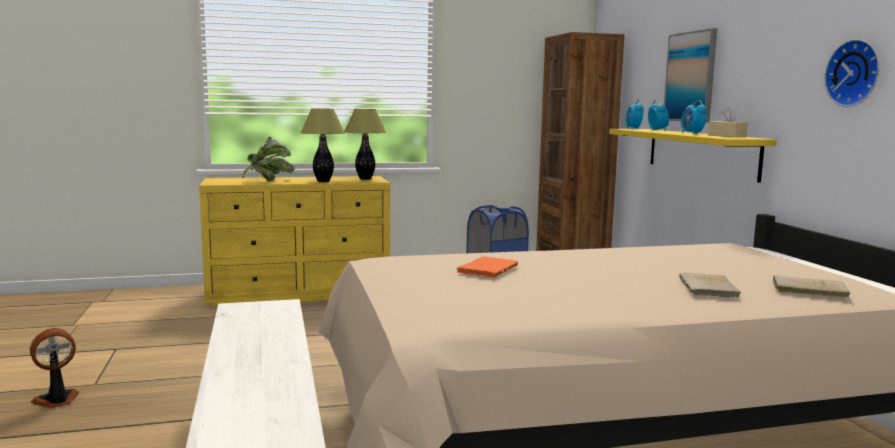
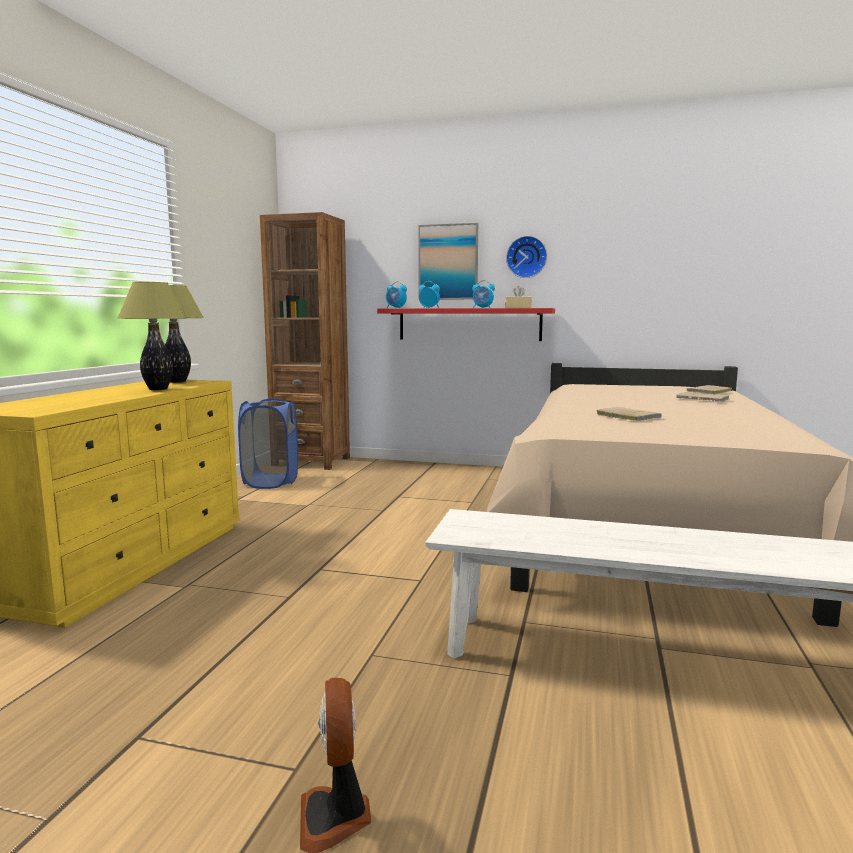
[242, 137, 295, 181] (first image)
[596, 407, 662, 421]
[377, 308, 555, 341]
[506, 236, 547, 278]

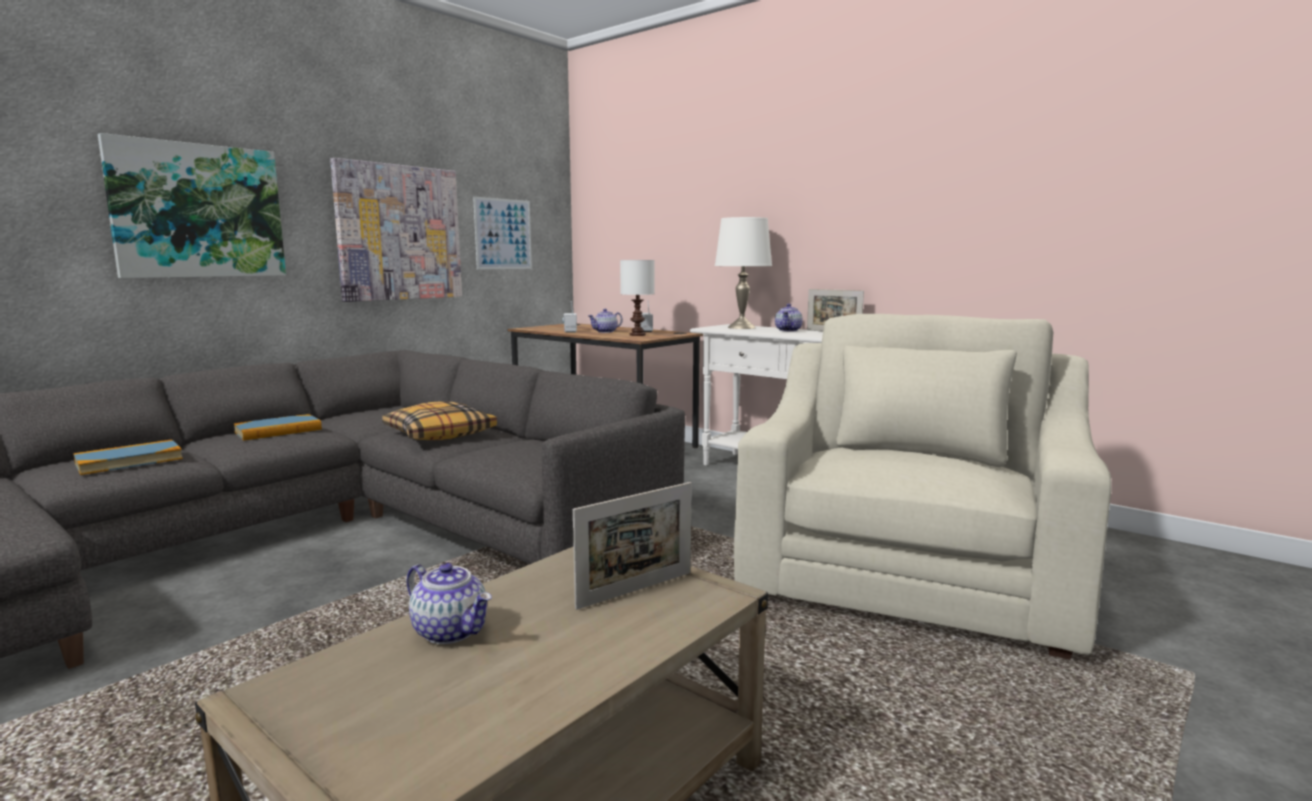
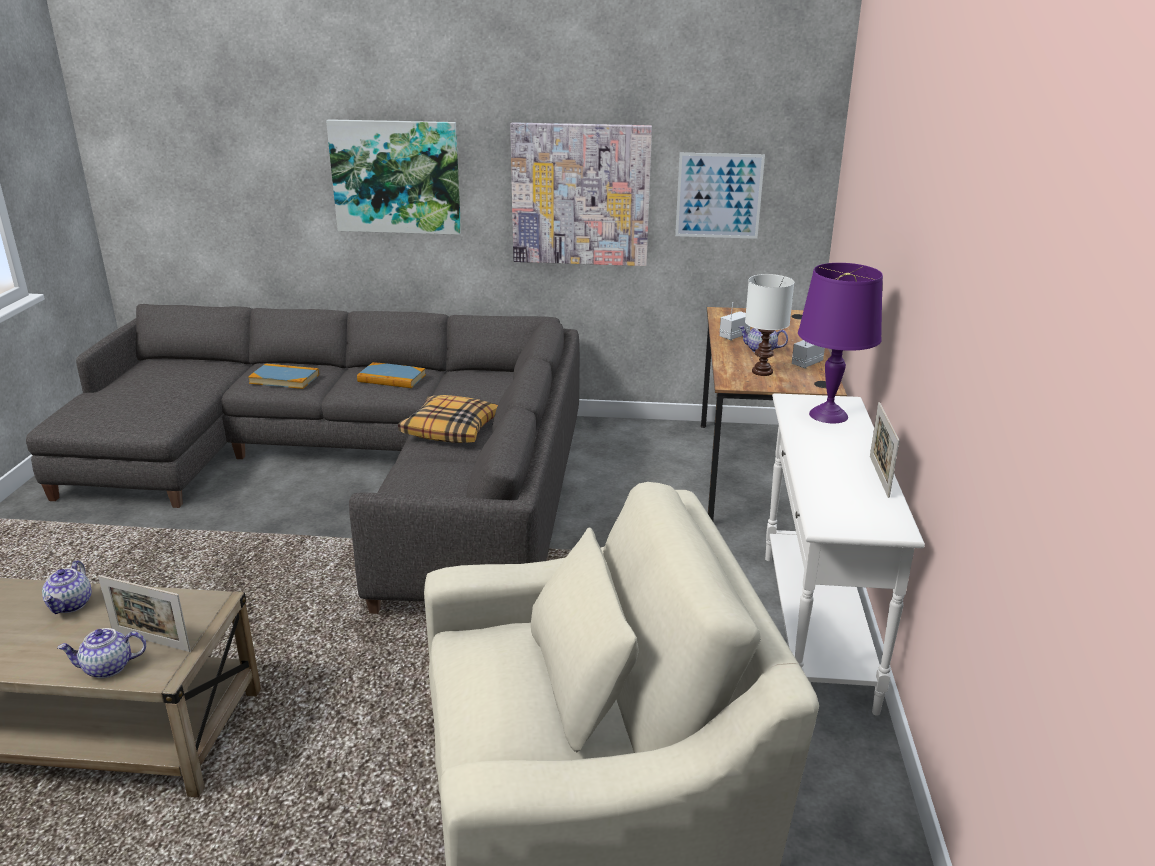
[798, 263, 883, 424]
[57, 628, 146, 678]

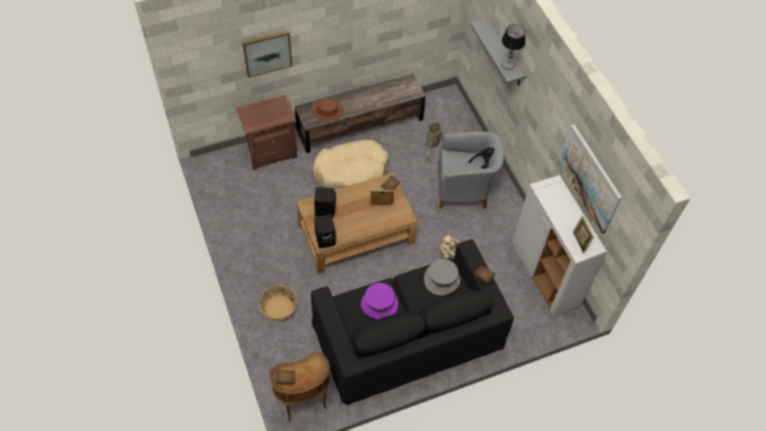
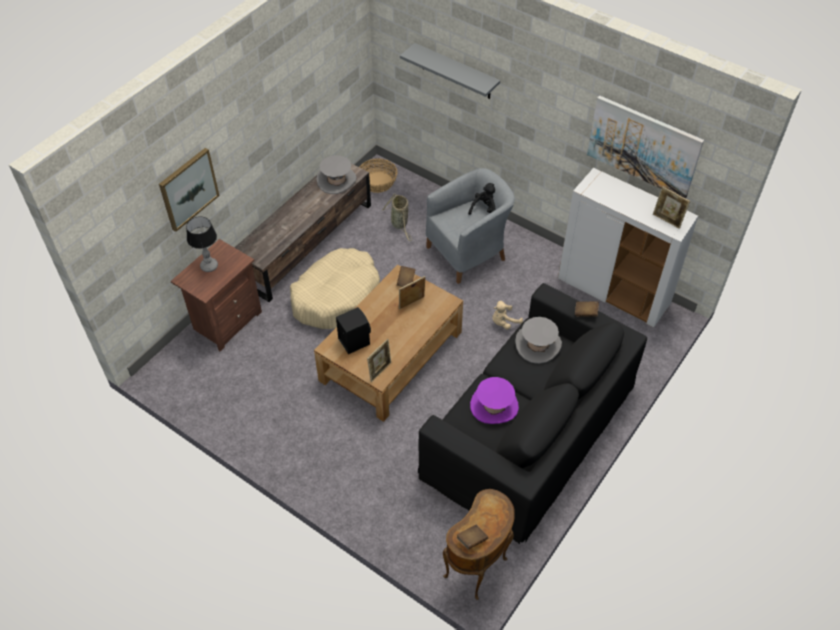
[360, 158, 398, 193]
[312, 99, 344, 120] (first image)
[367, 338, 391, 382]
[186, 216, 218, 272]
[317, 155, 357, 194]

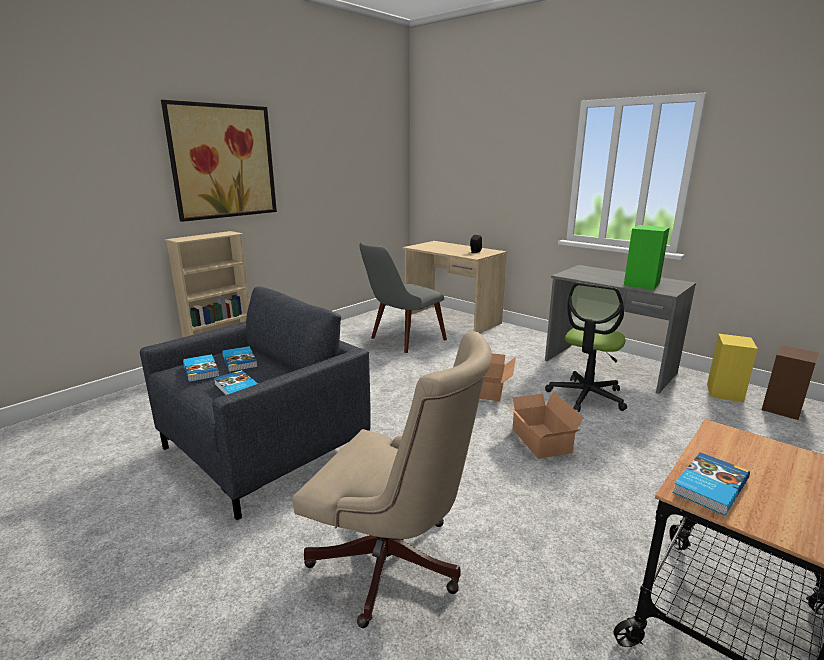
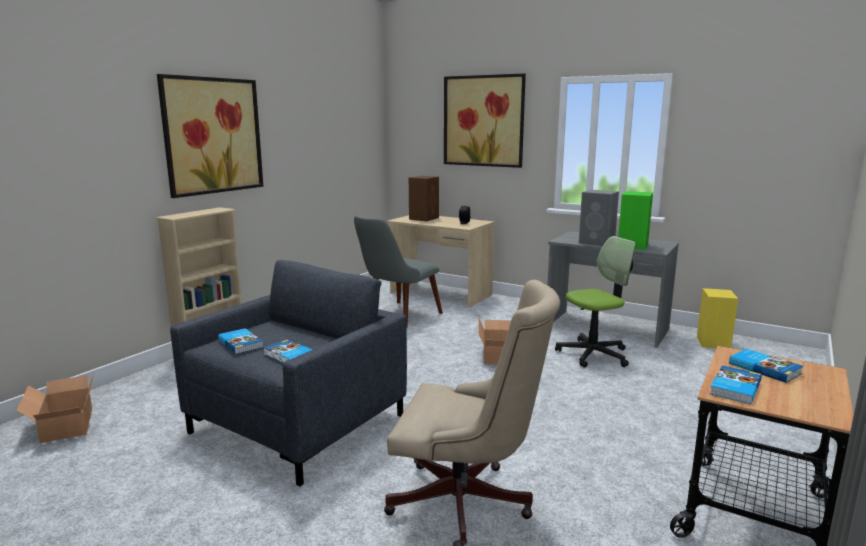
[729, 349, 803, 383]
[16, 372, 95, 443]
[555, 236, 636, 368]
[409, 176, 439, 221]
[444, 73, 526, 168]
[579, 189, 619, 246]

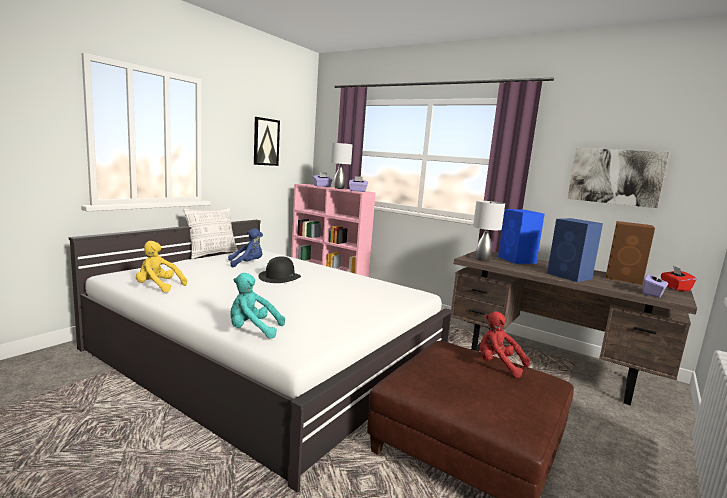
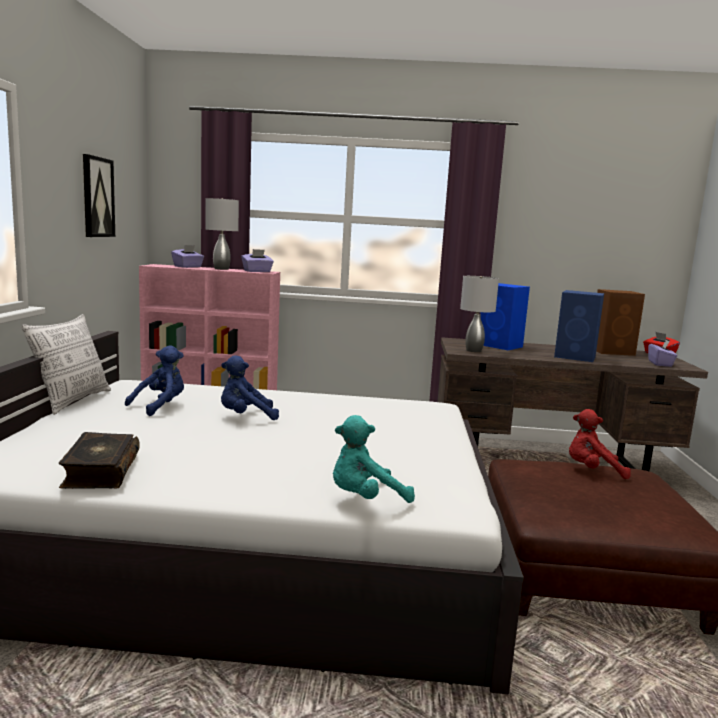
[59, 432, 139, 489]
[221, 355, 279, 420]
[568, 148, 669, 208] (first image)

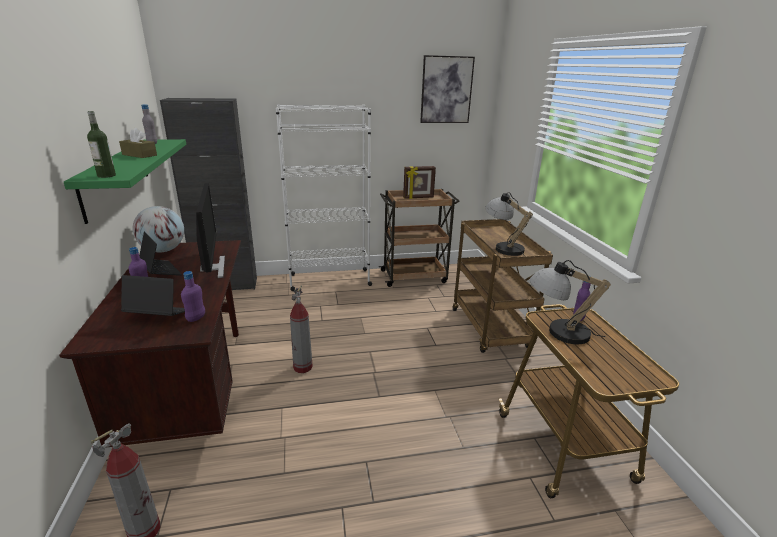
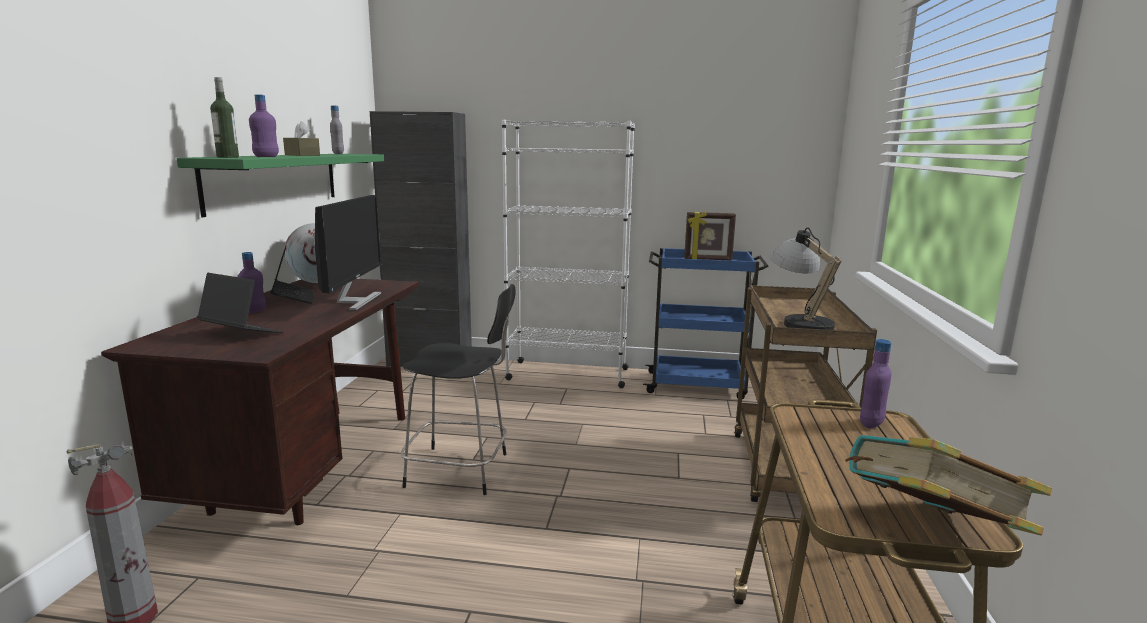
[249, 94, 279, 157]
[401, 284, 516, 495]
[643, 248, 769, 399]
[420, 55, 475, 123] (first image)
[530, 260, 611, 344] (first image)
[845, 435, 1052, 535]

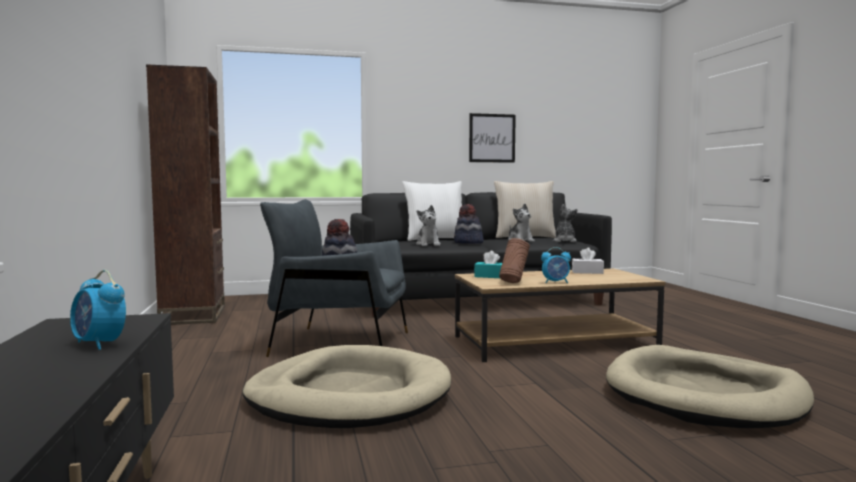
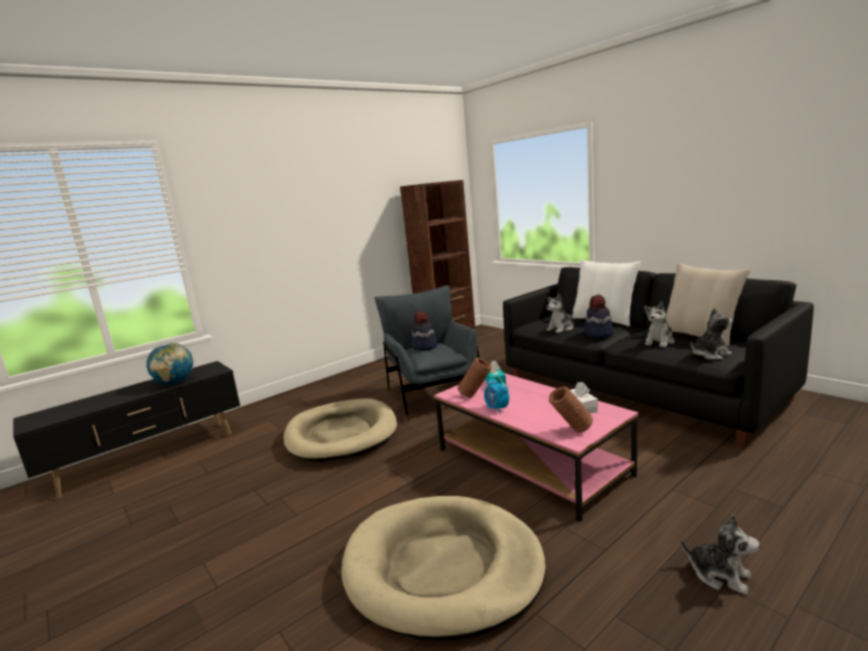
[146, 343, 193, 384]
[434, 373, 639, 522]
[469, 113, 516, 163] (first image)
[549, 386, 593, 433]
[680, 515, 760, 595]

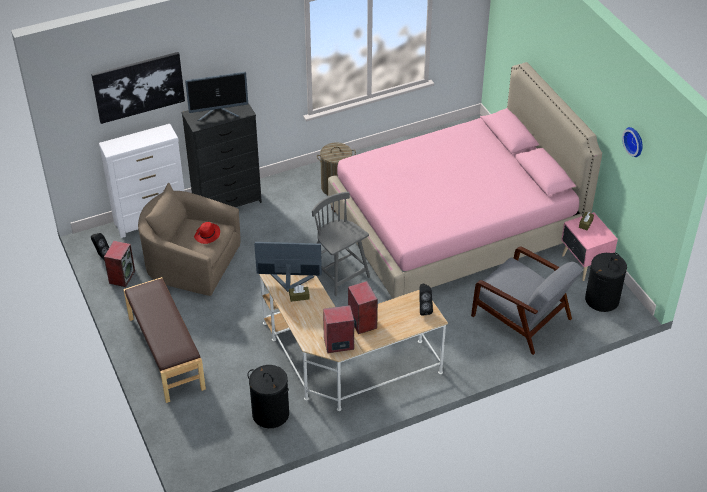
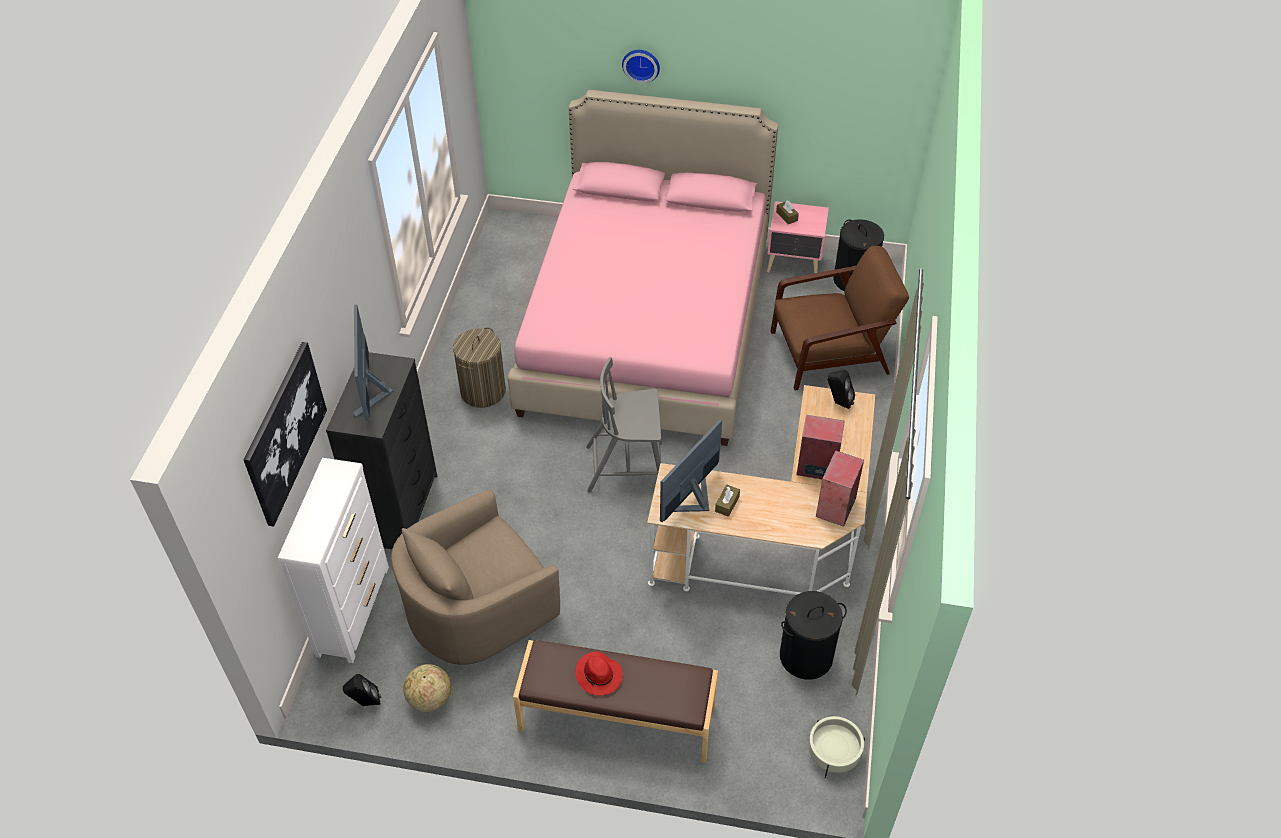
[403, 664, 451, 712]
[353, 305, 394, 421]
[575, 652, 623, 695]
[771, 246, 909, 391]
[622, 50, 660, 84]
[808, 716, 865, 778]

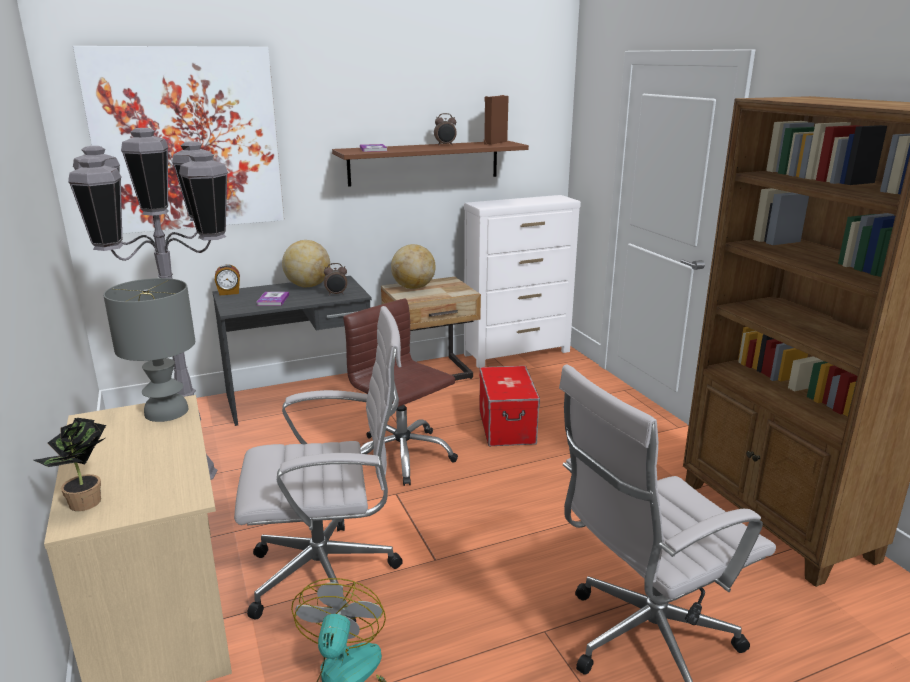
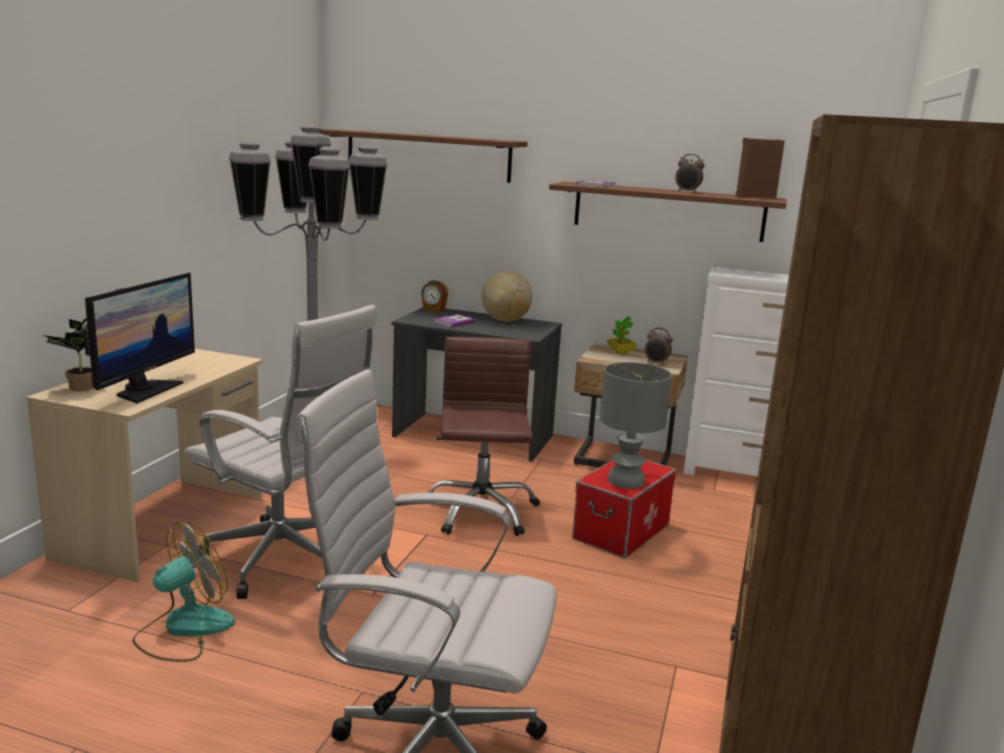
[319, 129, 528, 183]
[600, 362, 672, 489]
[645, 328, 673, 365]
[607, 316, 637, 354]
[84, 273, 195, 403]

